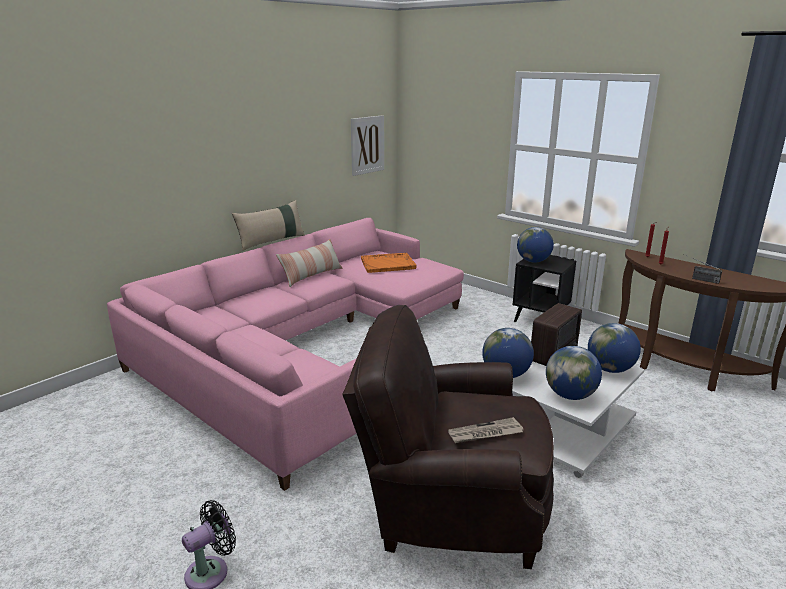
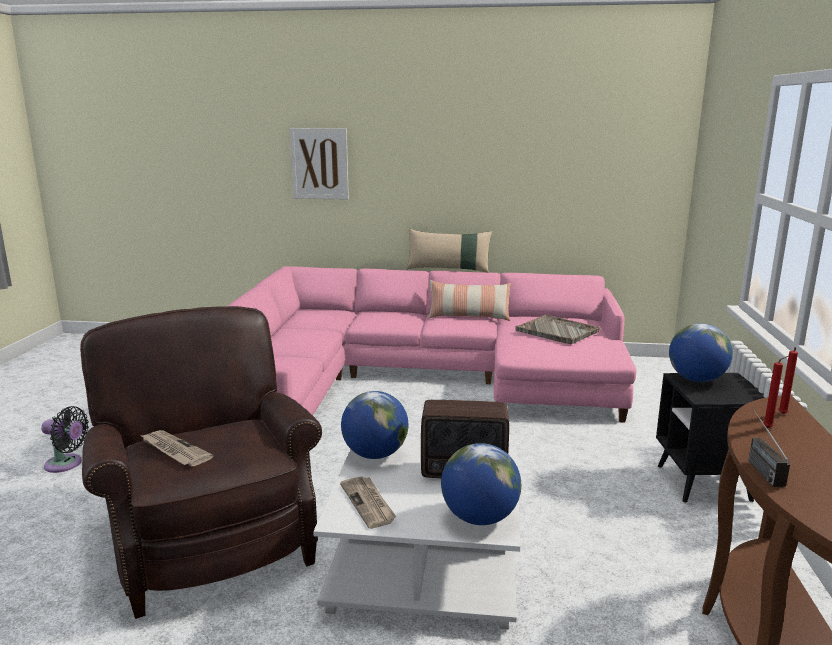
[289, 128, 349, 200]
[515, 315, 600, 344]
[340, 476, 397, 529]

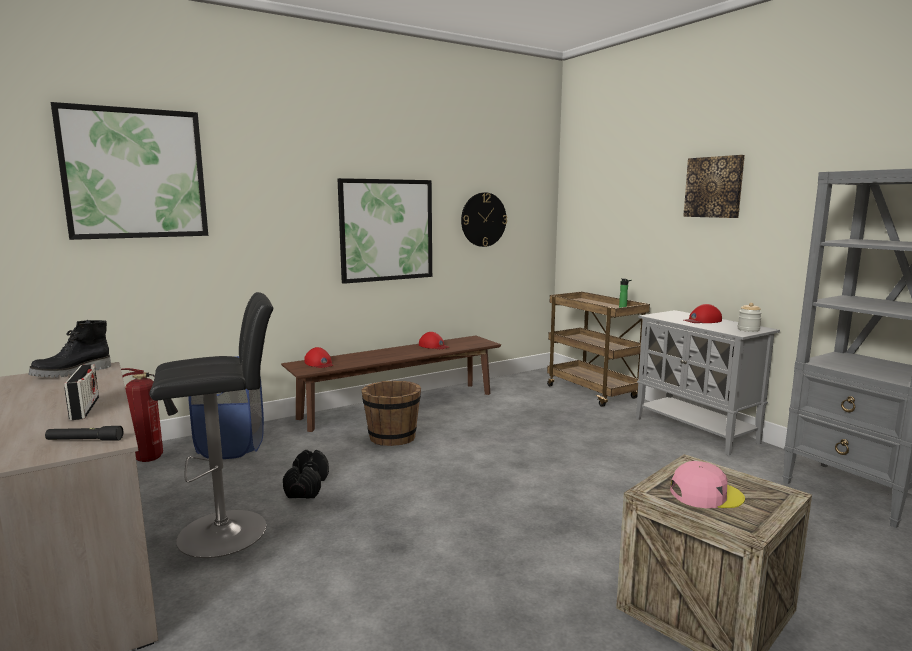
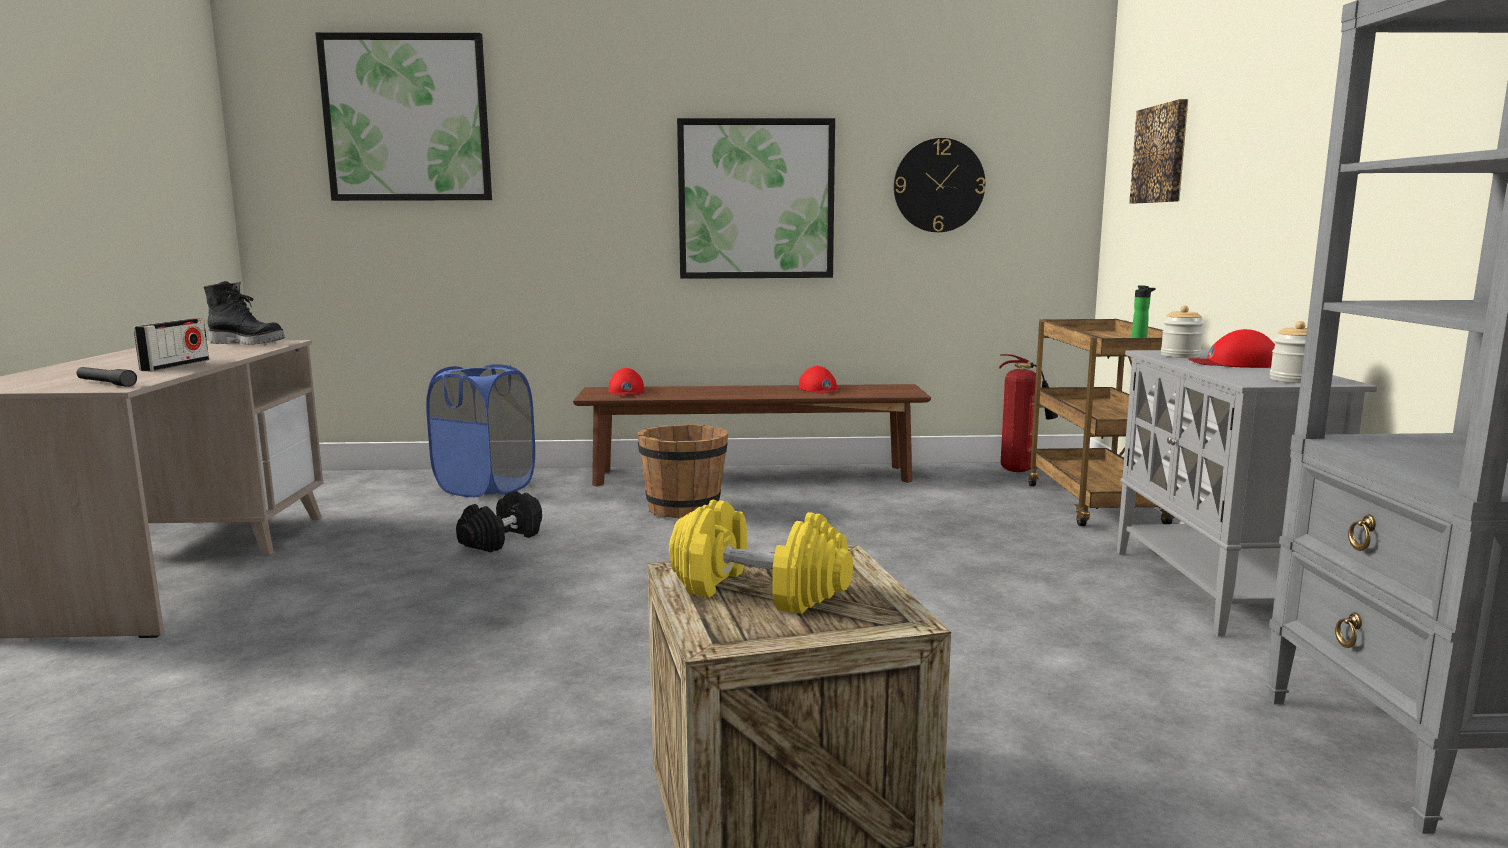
[204, 281, 285, 345]
[999, 354, 1058, 472]
[150, 292, 273, 558] (first image)
[669, 500, 853, 614]
[1129, 99, 1188, 203]
[1161, 306, 1204, 358]

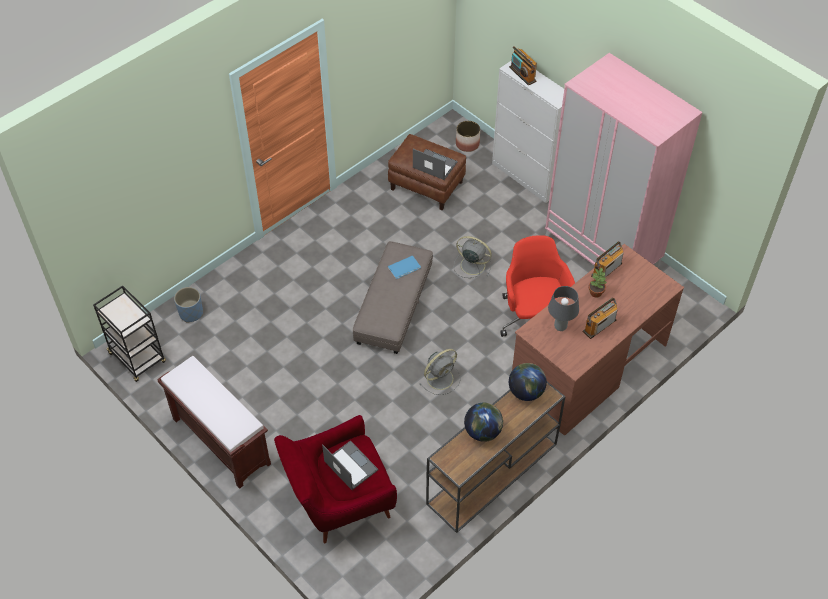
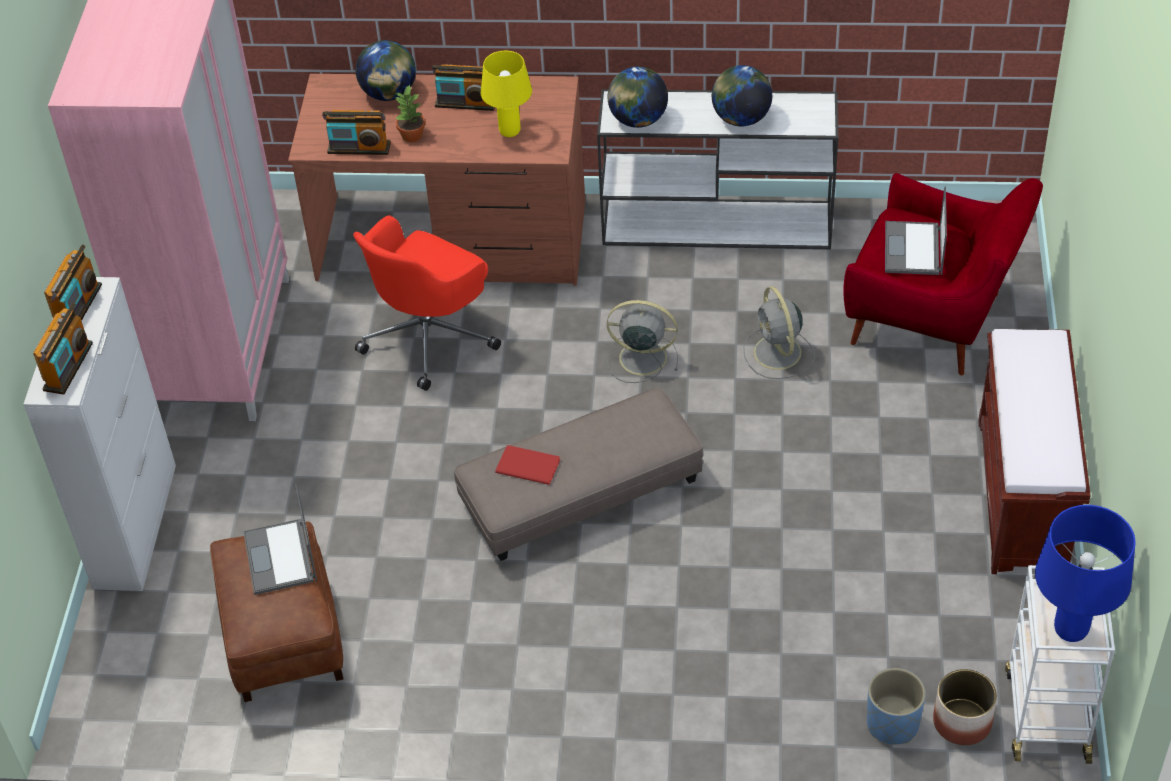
[1005, 565, 1115, 764]
[495, 445, 560, 485]
[597, 89, 838, 249]
[744, 286, 815, 379]
[933, 669, 997, 745]
[481, 51, 532, 137]
[44, 244, 102, 321]
[356, 40, 416, 101]
[1035, 505, 1136, 642]

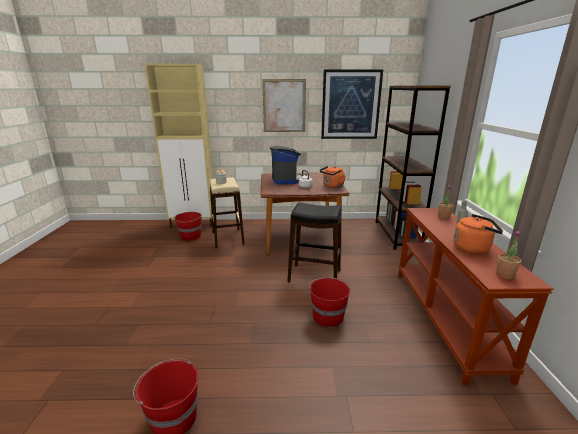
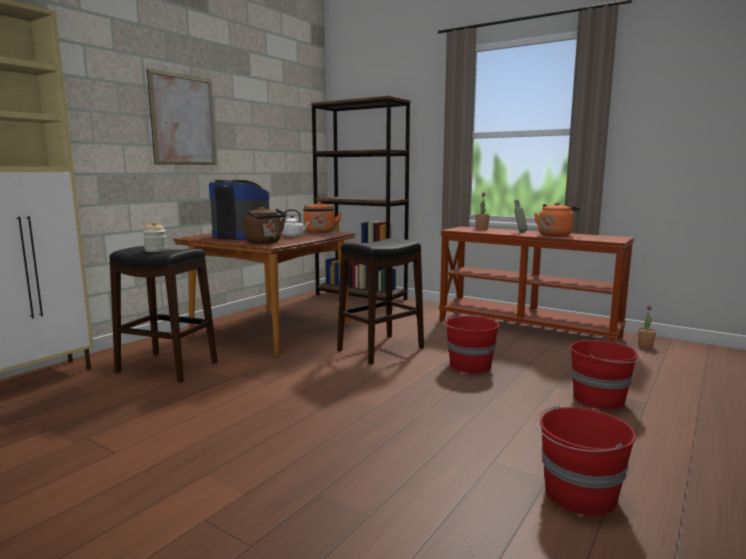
[570, 340, 641, 410]
[109, 246, 218, 383]
[321, 69, 383, 139] (first image)
[638, 305, 656, 348]
[244, 207, 286, 244]

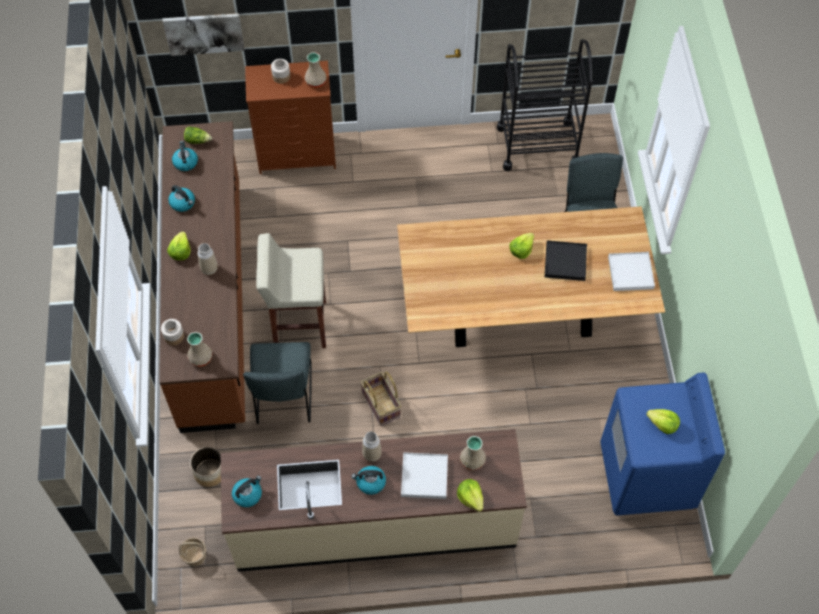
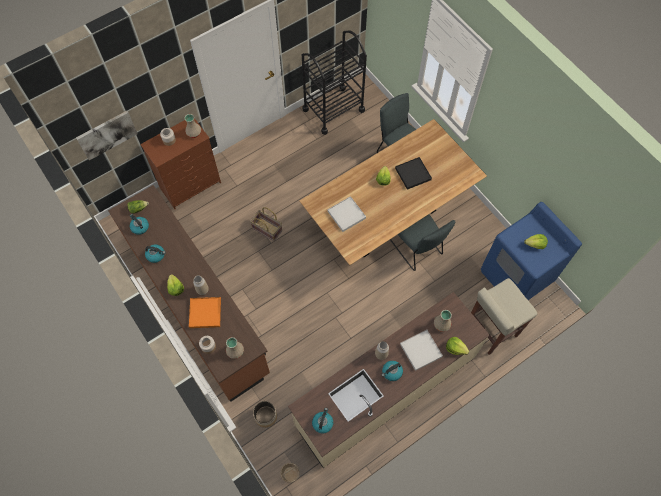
[390, 214, 455, 271]
[471, 278, 537, 355]
[250, 207, 282, 241]
[327, 196, 366, 232]
[189, 297, 221, 328]

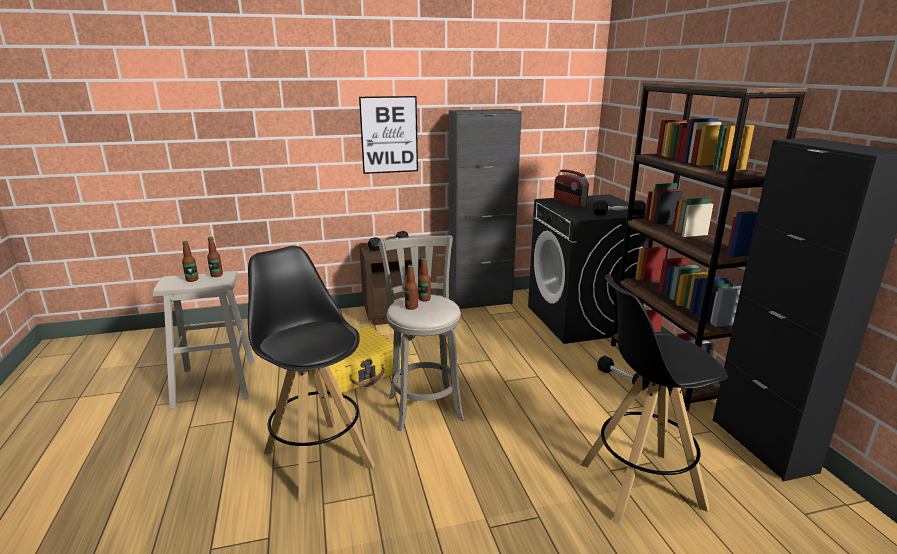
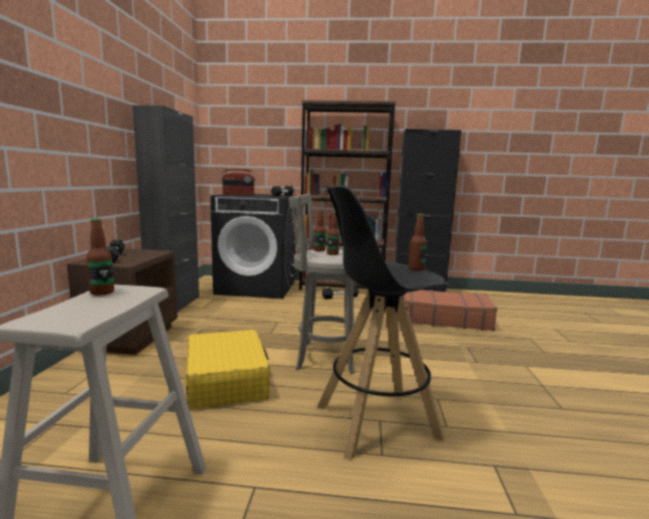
[408, 214, 427, 271]
[359, 96, 418, 174] (first image)
[404, 290, 498, 331]

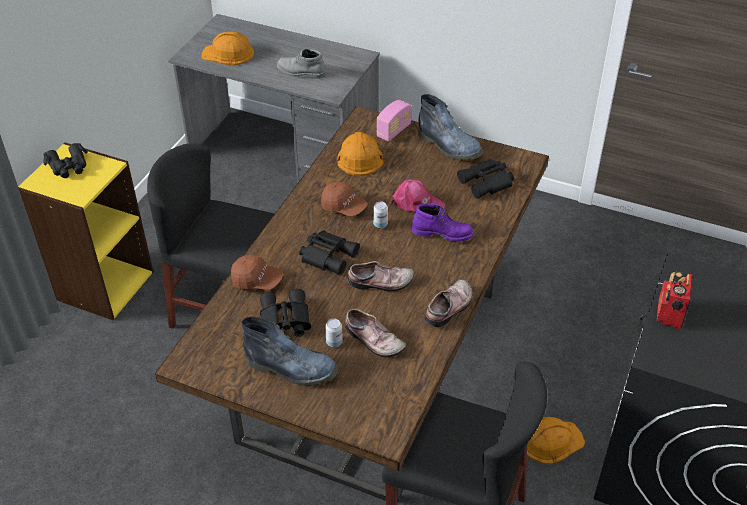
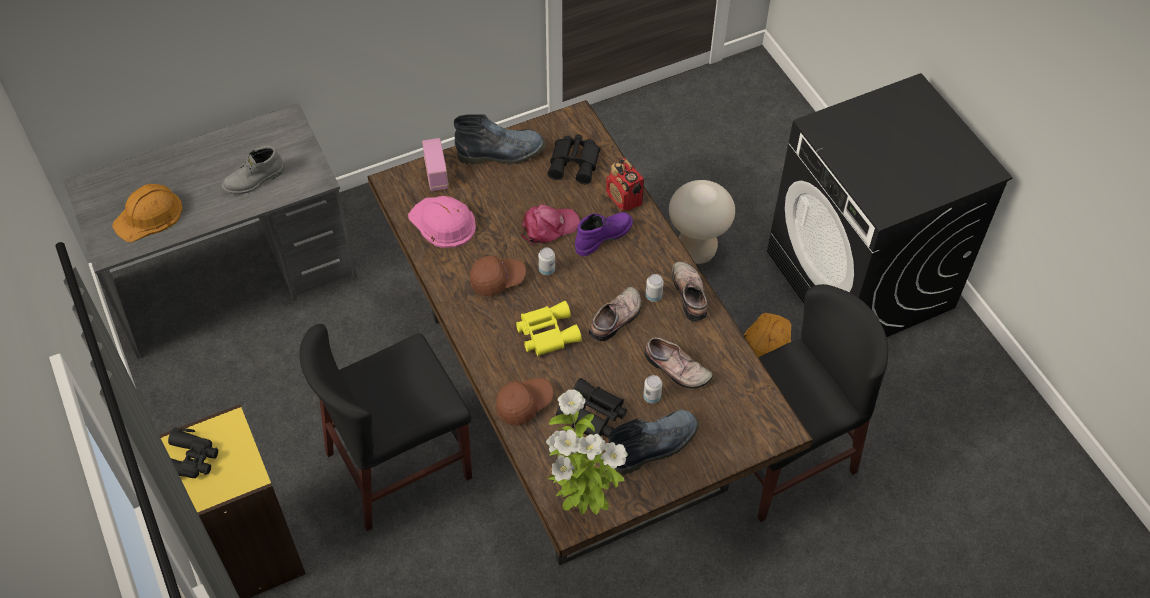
[516, 301, 582, 356]
[408, 196, 476, 248]
[644, 337, 713, 388]
[606, 158, 644, 211]
[546, 390, 628, 515]
[646, 274, 664, 302]
[669, 180, 735, 264]

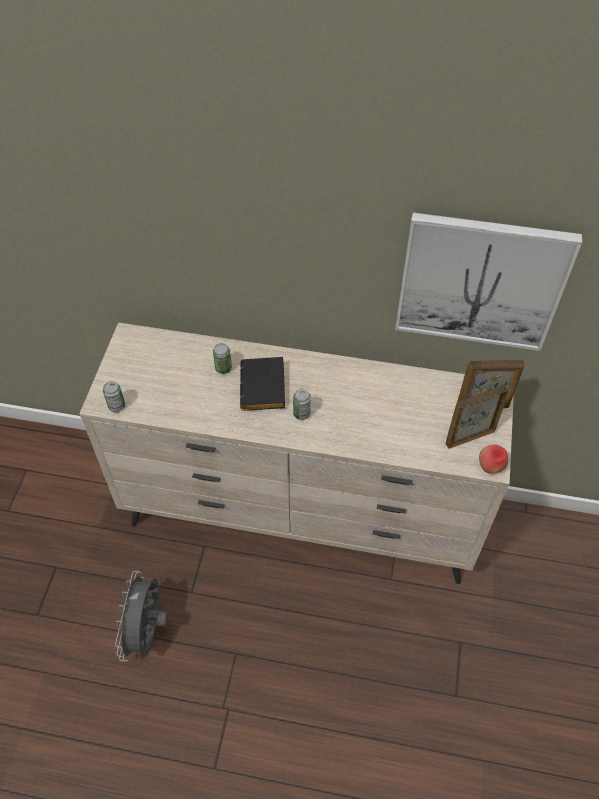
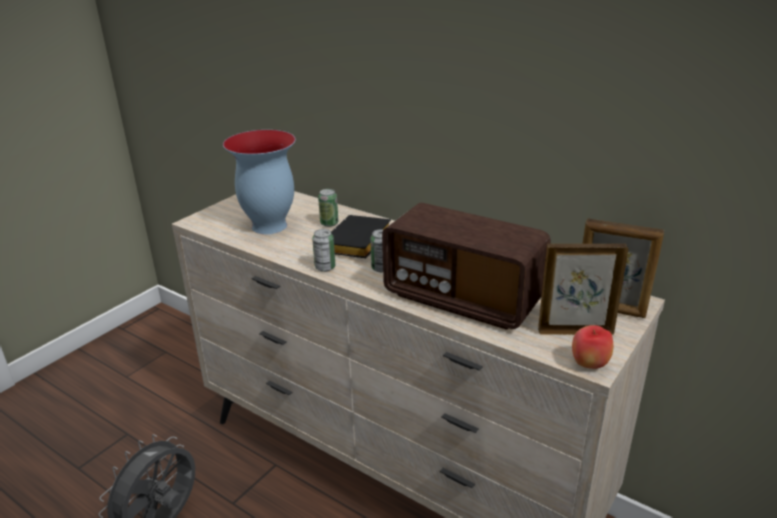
[312, 229, 335, 272]
[395, 213, 582, 351] (first image)
[223, 130, 296, 234]
[382, 203, 551, 330]

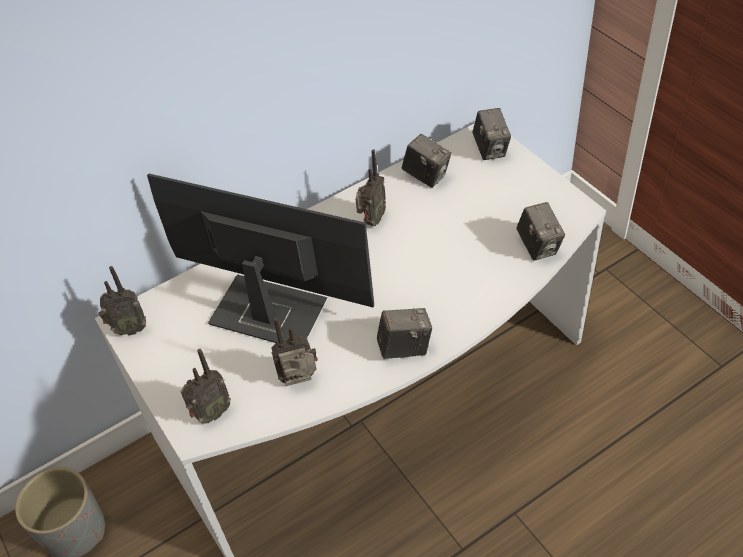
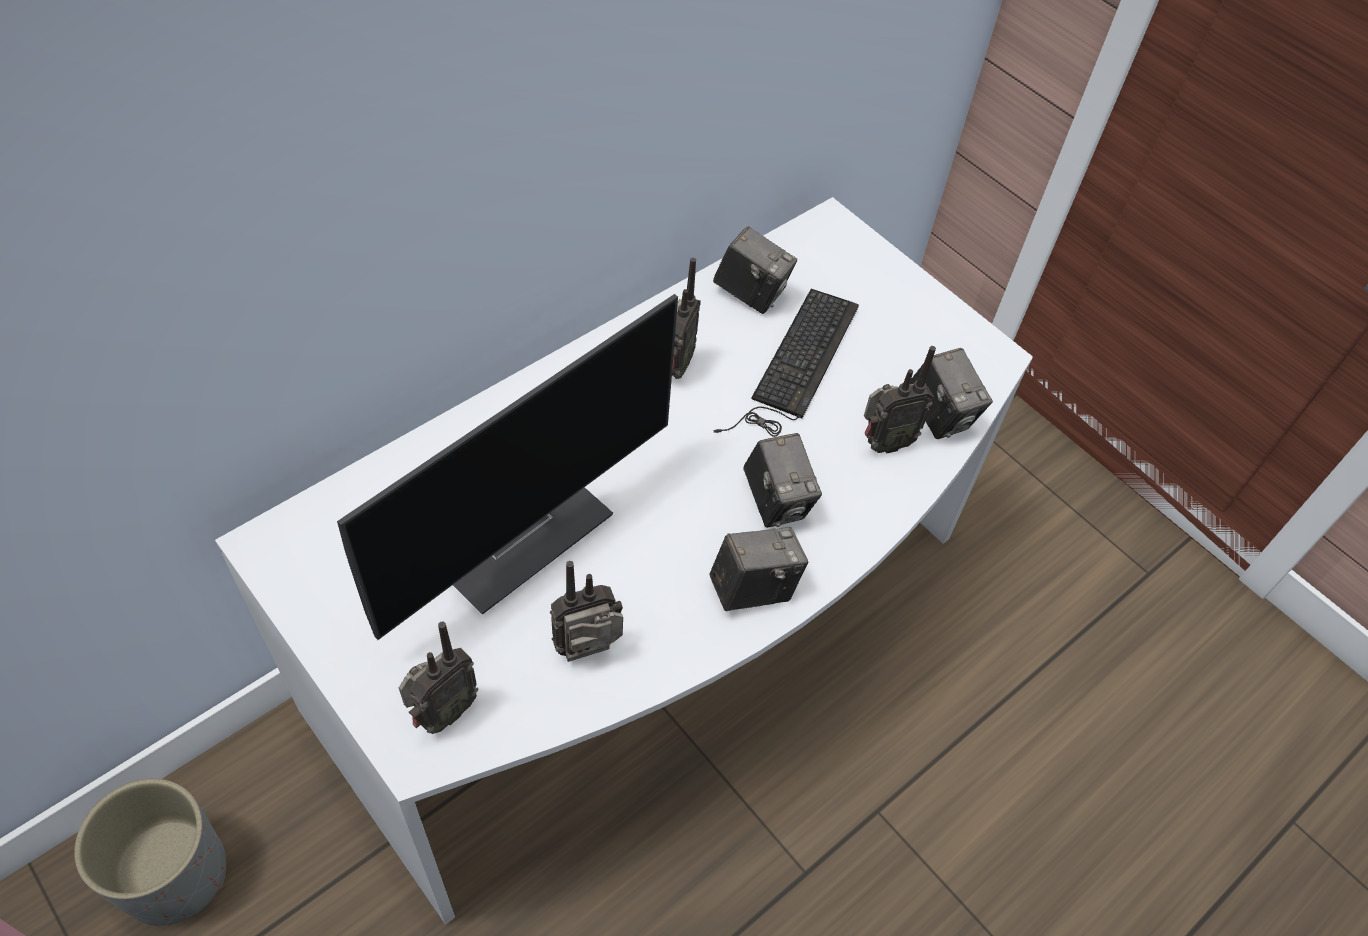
[864, 346, 936, 454]
[337, 294, 678, 640]
[743, 433, 822, 528]
[714, 289, 859, 437]

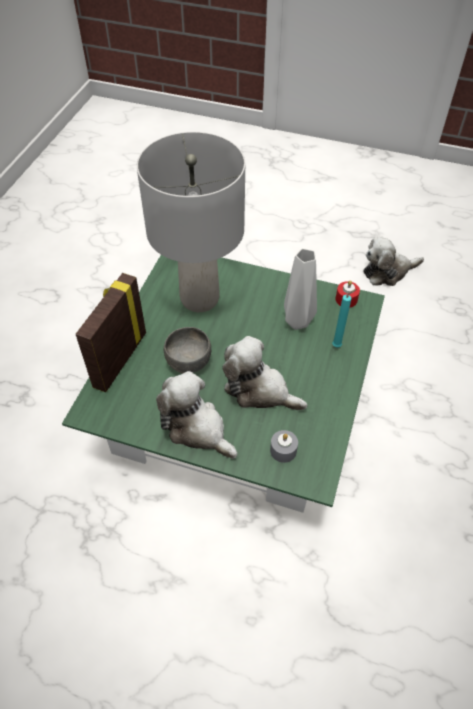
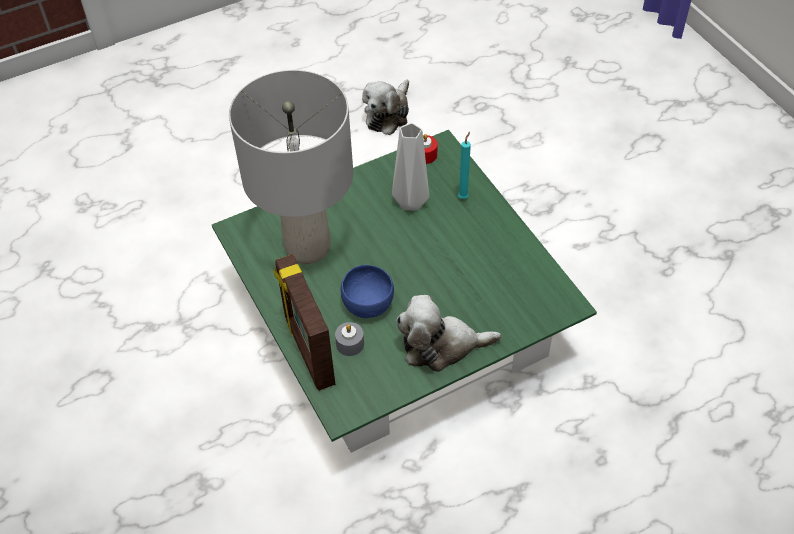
[341, 265, 394, 318]
[222, 336, 307, 410] (first image)
[335, 322, 364, 356]

